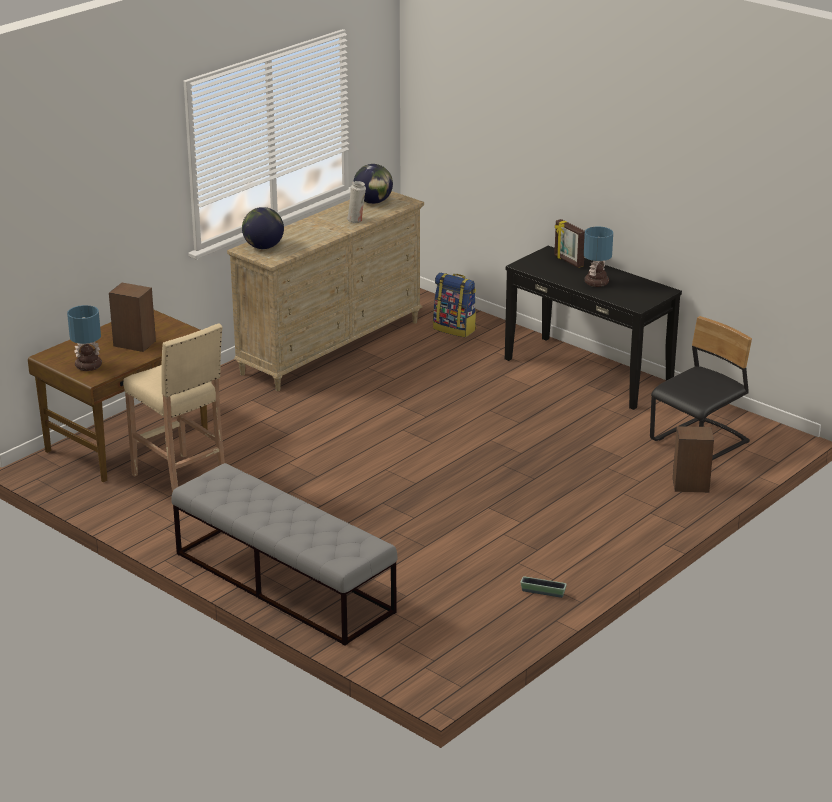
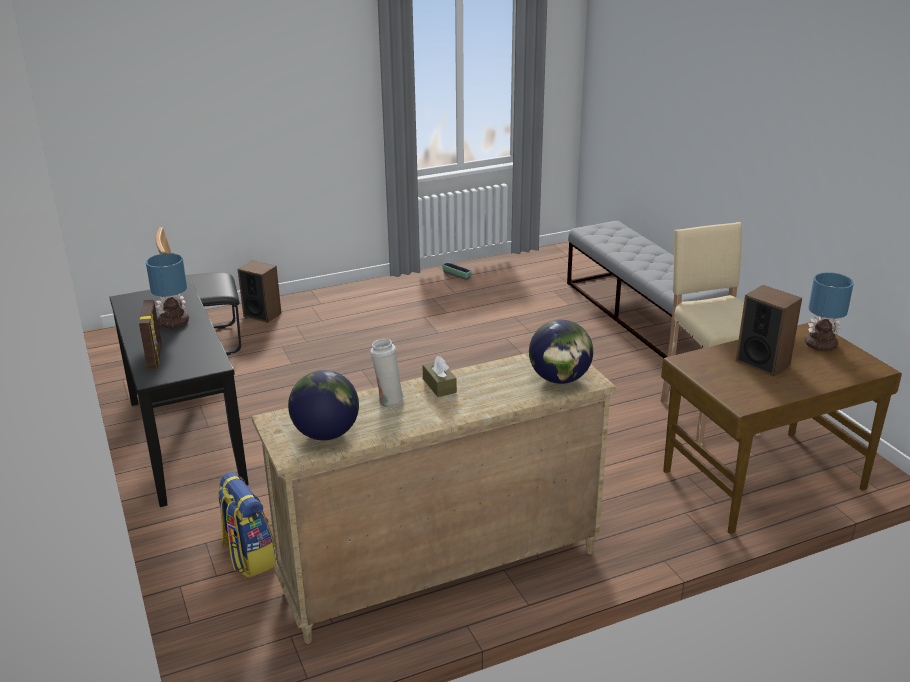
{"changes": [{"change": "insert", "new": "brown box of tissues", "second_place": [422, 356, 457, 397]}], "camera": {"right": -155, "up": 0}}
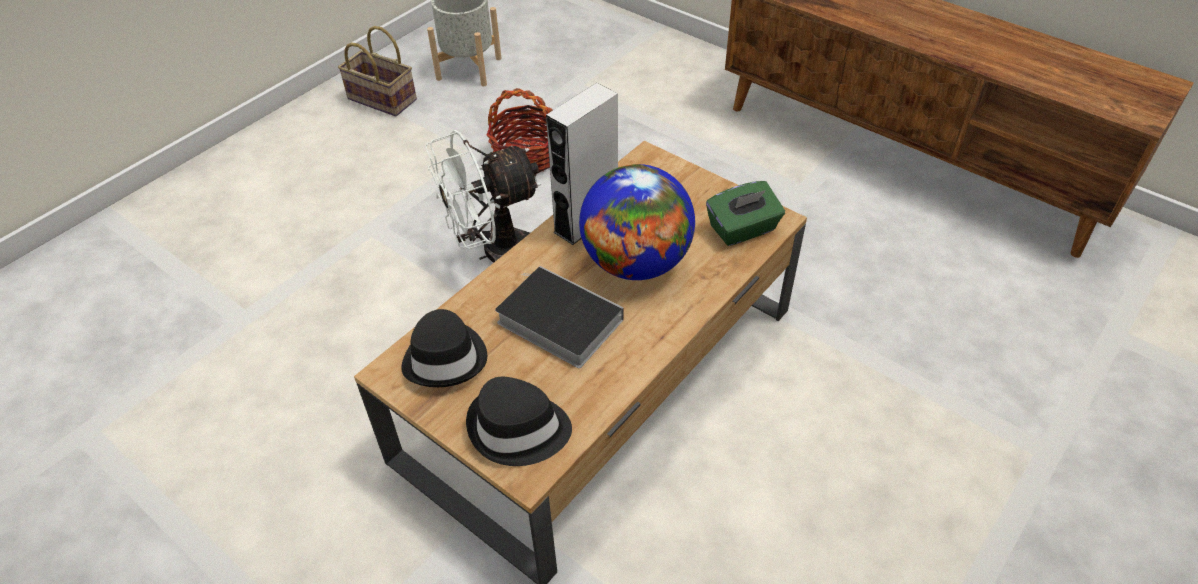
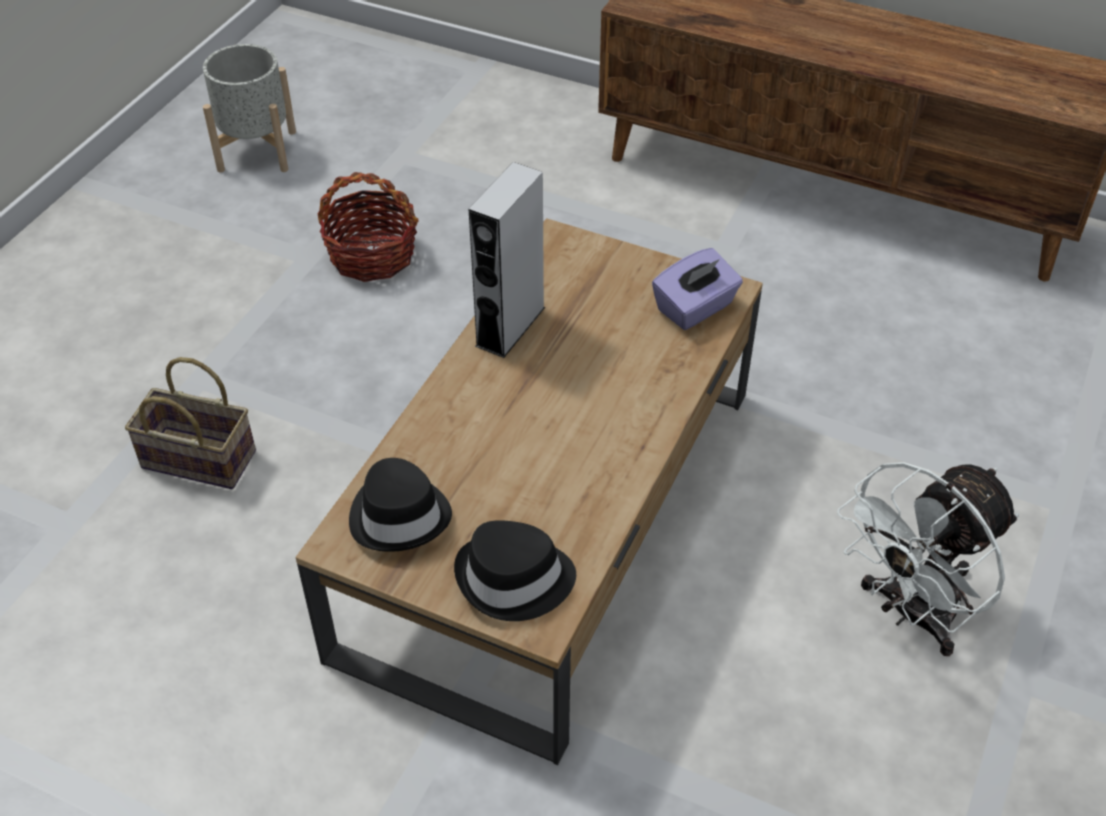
{"changes": [{"change": "move", "old": "basket", "first_place": [338, 26, 417, 117], "second_place": [125, 357, 256, 489]}, {"change": "recolor", "old": "greenish box of tissues", "new": "purple box of tissues", "first_place": [706, 181, 785, 246], "second_place": [652, 248, 743, 330]}, {"change": "move", "old": "white electric fan", "first_place": [425, 130, 542, 263], "second_place": [837, 462, 1019, 656]}, {"change": "delete", "old": "volume", "first_place": [495, 266, 624, 368]}, {"change": "delete", "old": "world globe", "first_place": [579, 164, 695, 280]}], "camera": {"right": -15, "up": 0}}
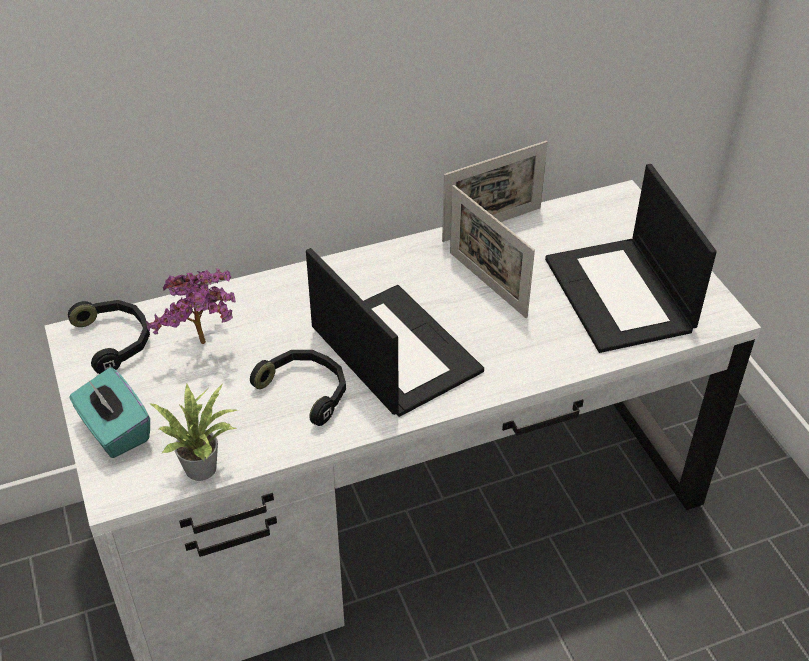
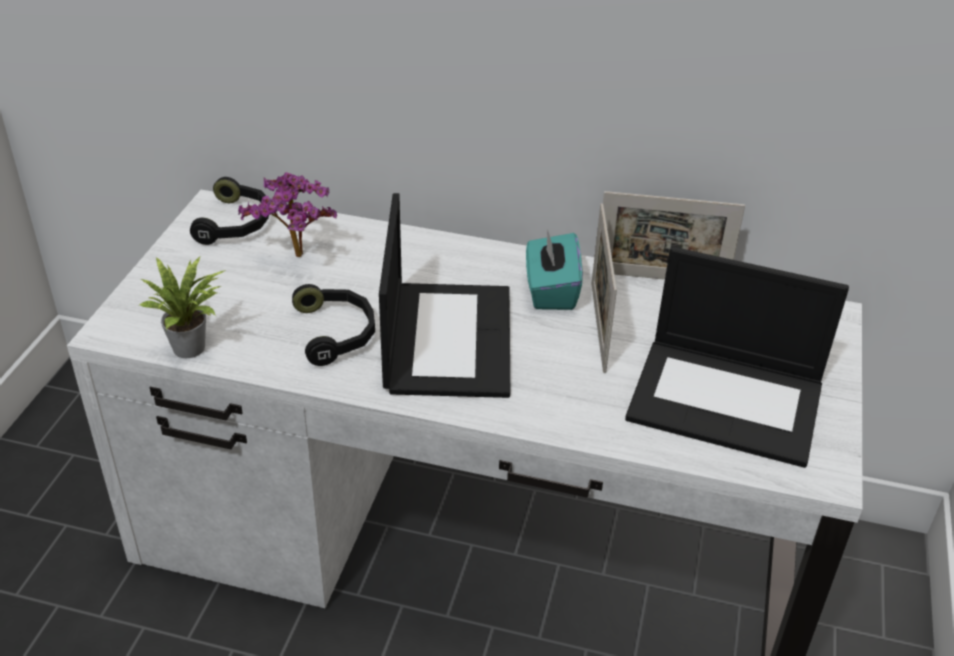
{"changes": [{"change": "move", "old": "turquoise-coloured box of tissues", "first_place": [69, 367, 150, 458], "second_place": [526, 229, 583, 310]}, {"change": "rotate", "old": "notebook computer", "first_place": [545, 164, 717, 353], "second_place": [625, 247, 849, 468], "degrees": -90}], "camera": {"right": 35, "up": -5}}
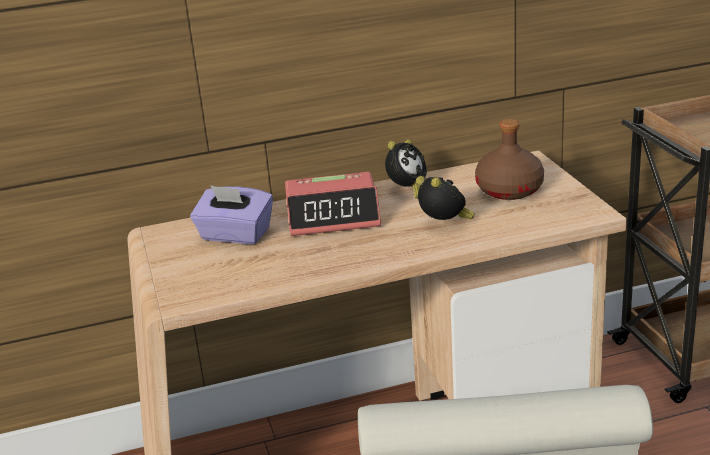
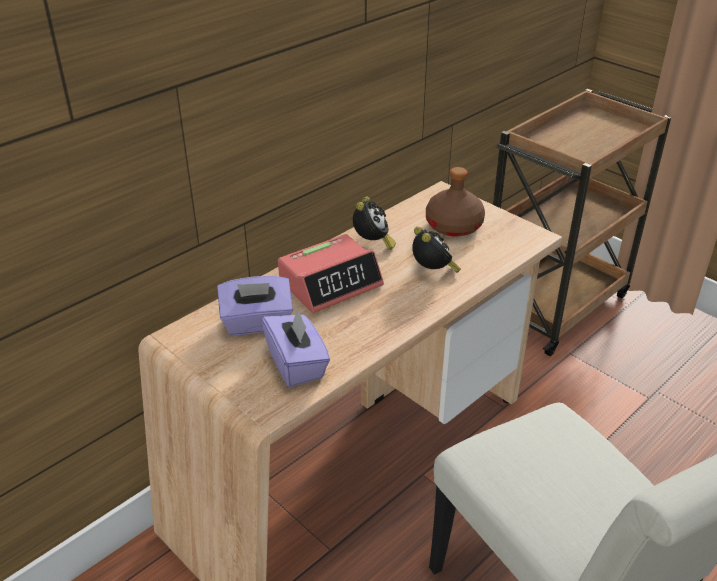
{"changes": [{"change": "insert", "new": "purple box of tissues", "second_place": [261, 308, 330, 387]}, {"change": "rotate", "old": "table clock", "first_place": [416, 176, 475, 220], "second_place": [412, 226, 461, 272], "degrees": 45}], "camera": {"right": -30, "up": 10}}
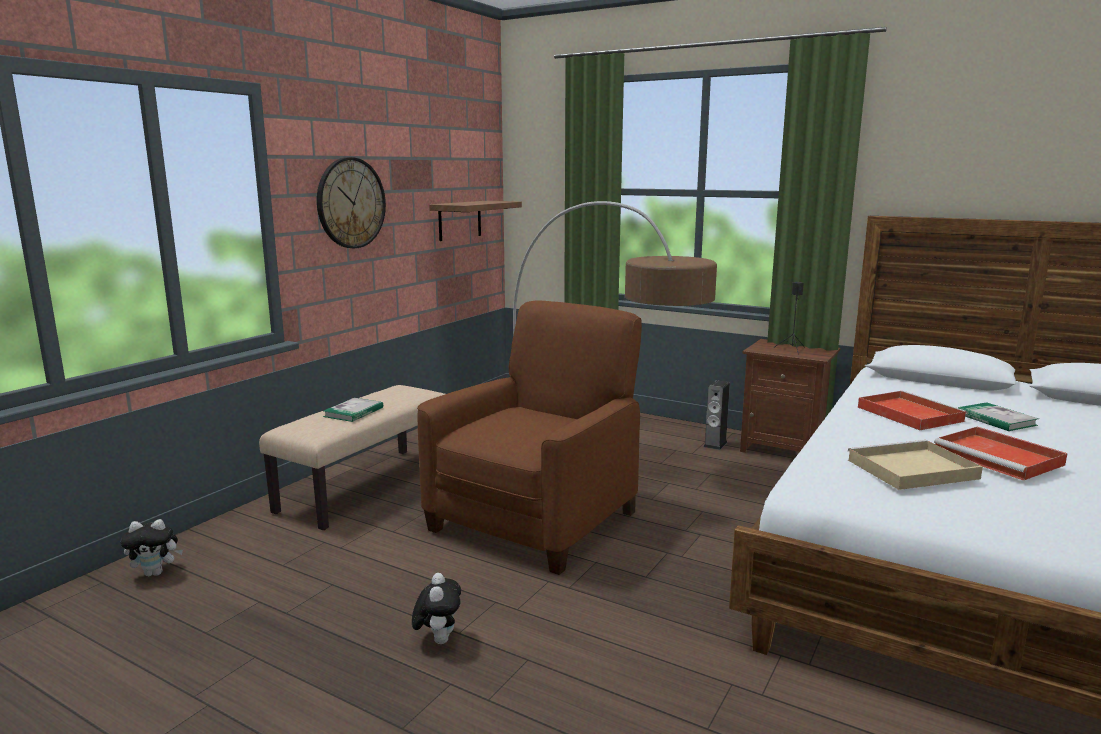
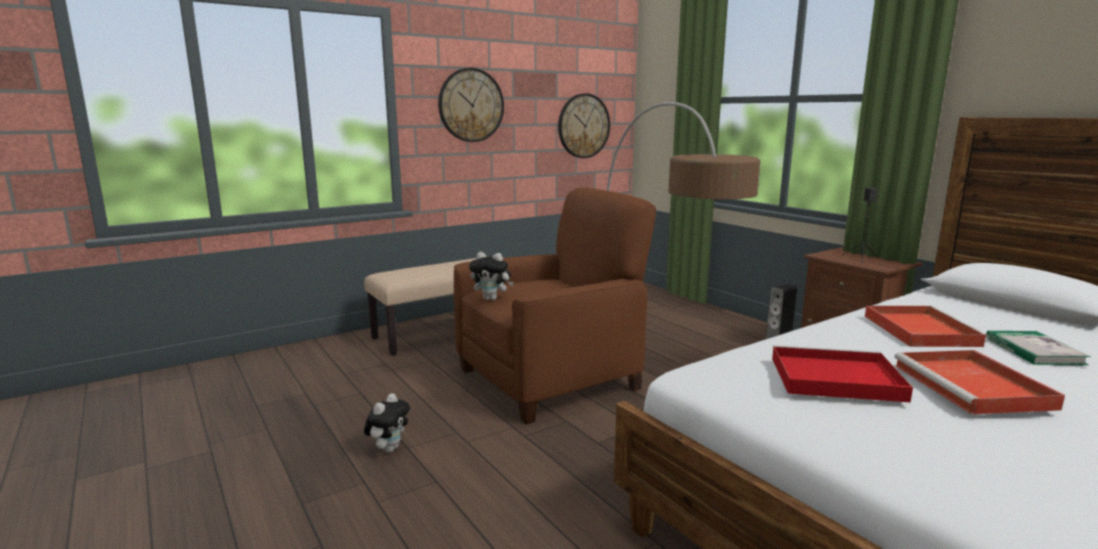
{"changes": [{"change": "move", "old": "cuddly toy", "first_place": [120, 519, 183, 576], "second_place": [469, 252, 514, 300]}, {"change": "replace", "old": "bracket shelf", "new": "clock on the wall", "first_place": [429, 201, 522, 241], "second_place": [558, 93, 610, 158]}, {"change": "recolor", "old": "beige-coloured serving tray", "new": "red-coloured serving tray", "first_place": [847, 440, 983, 490], "second_place": [772, 345, 913, 403]}, {"change": "delete", "old": "volume", "first_place": [323, 398, 383, 422]}], "camera": {"right": 25, "up": 0}}
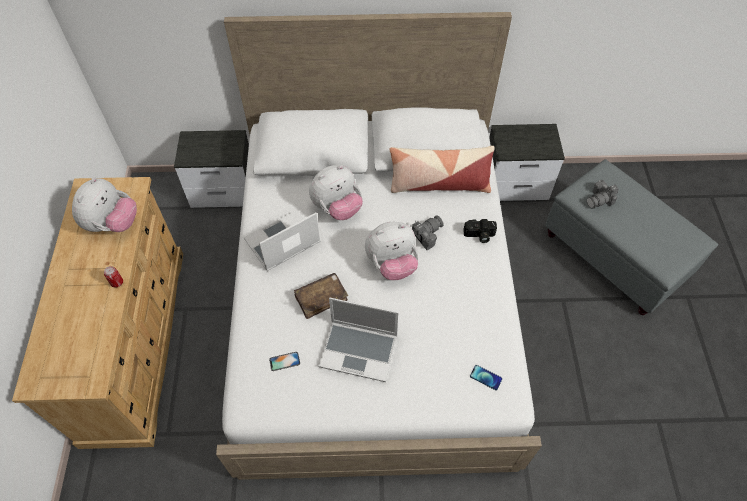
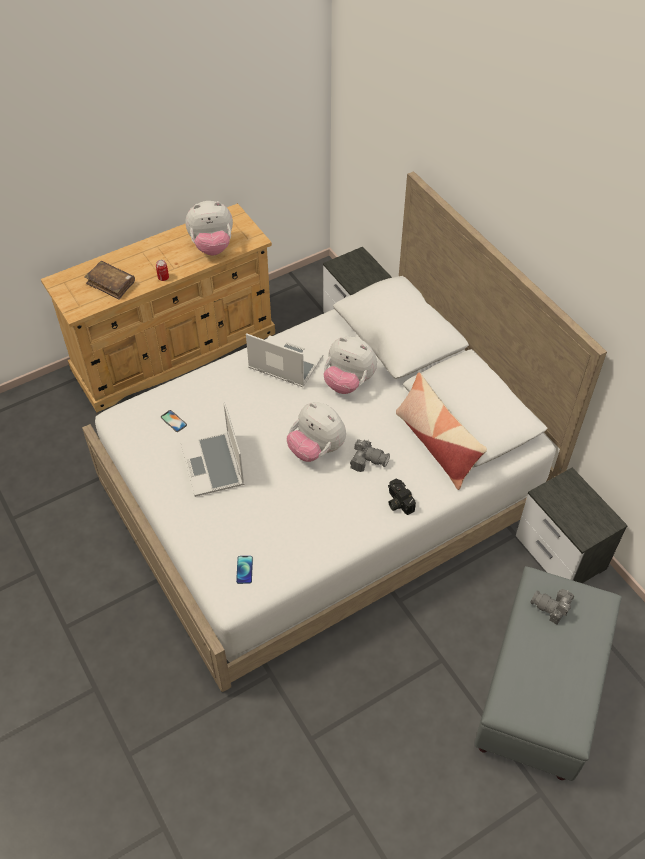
{"changes": [{"change": "move", "old": "brown volume", "first_place": [294, 273, 348, 319], "second_place": [84, 261, 135, 300]}], "camera": {"right": 60, "up": -5}}
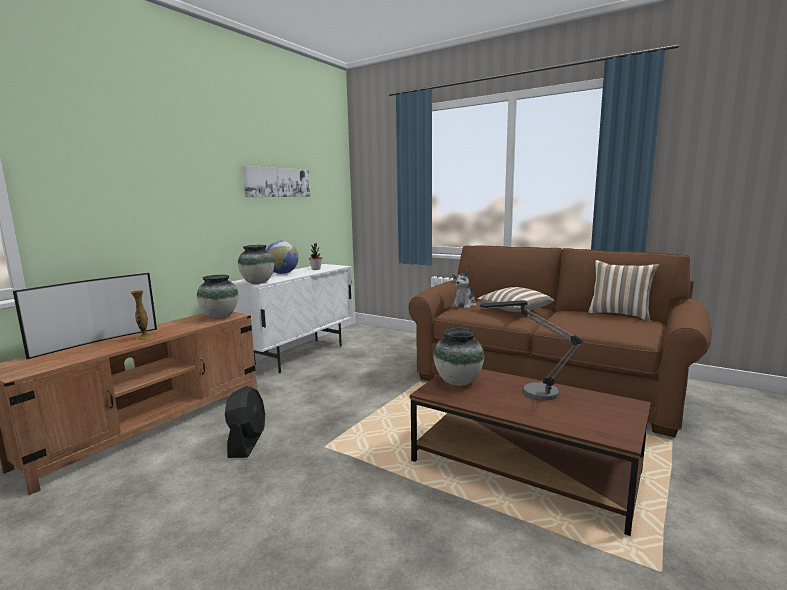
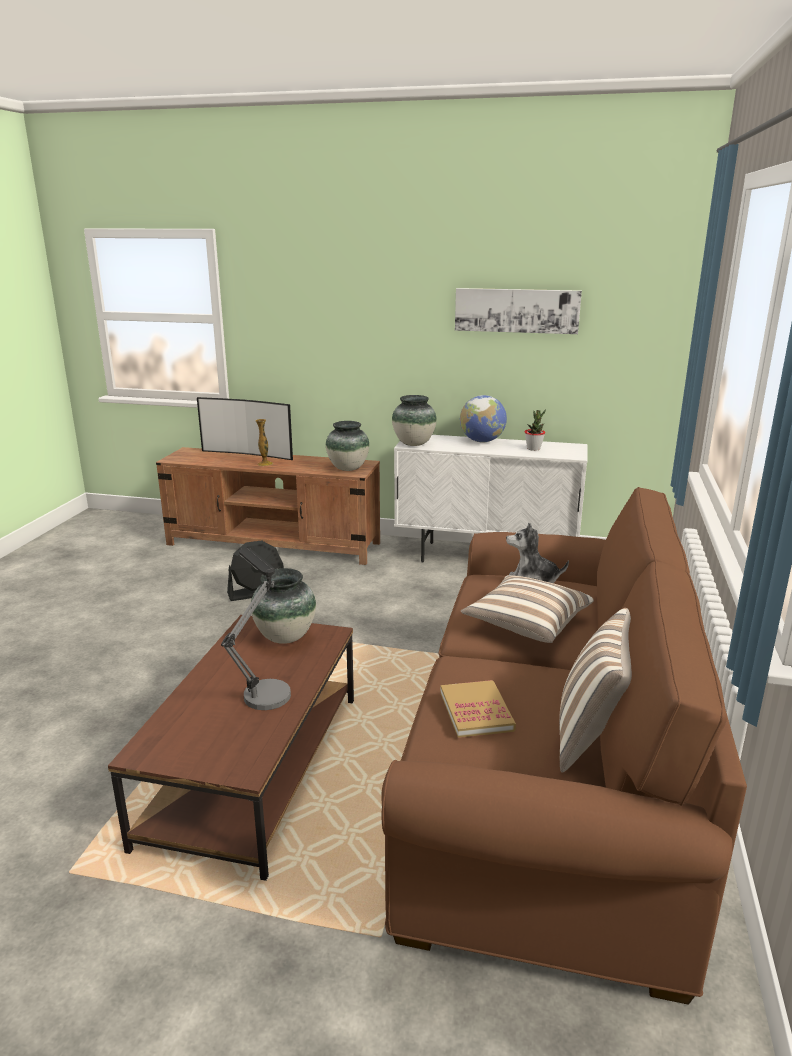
{"changes": [{"change": "insert", "new": "volume", "second_place": [440, 680, 516, 738]}], "camera": {"right": 70, "up": 10}}
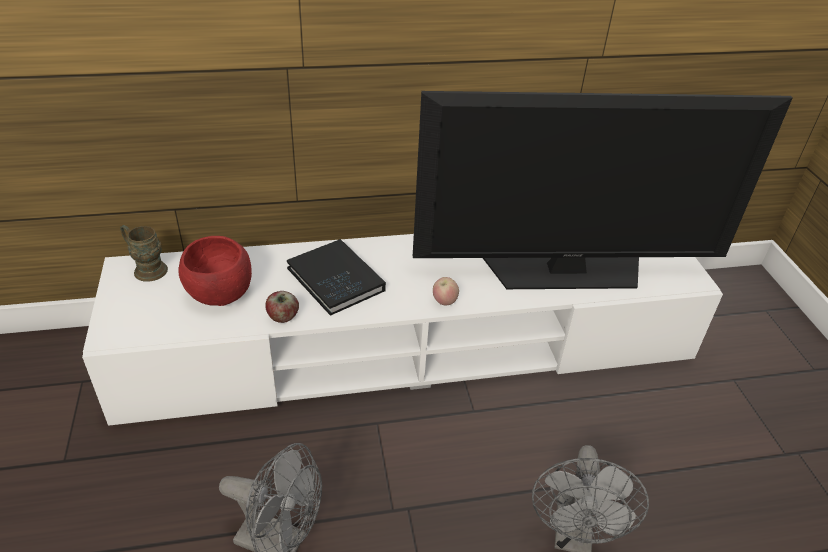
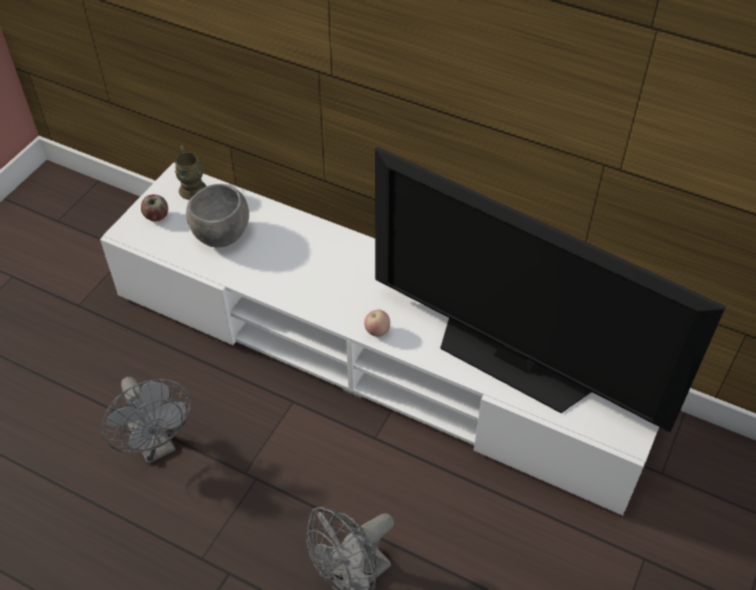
{"changes": [{"change": "move", "old": "apple", "first_place": [265, 291, 299, 323], "second_place": [141, 195, 168, 221]}, {"change": "recolor", "old": "red-coloured bowl", "new": "gray bowl", "first_place": [178, 236, 252, 306], "second_place": [186, 184, 249, 247]}, {"change": "delete", "old": "black volume", "first_place": [287, 239, 386, 316]}], "camera": {"right": 40, "up": 10}}
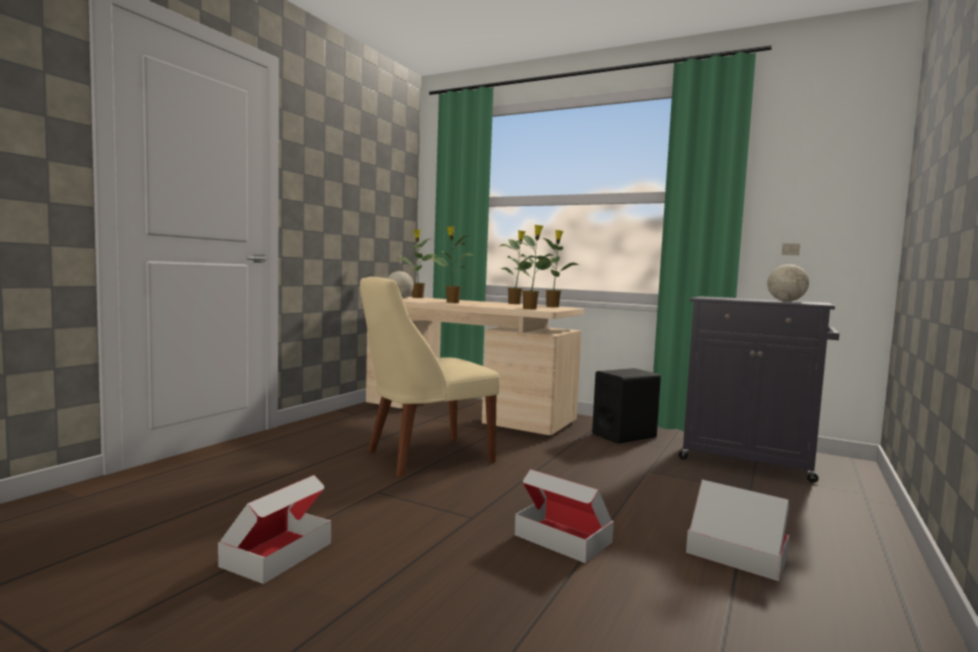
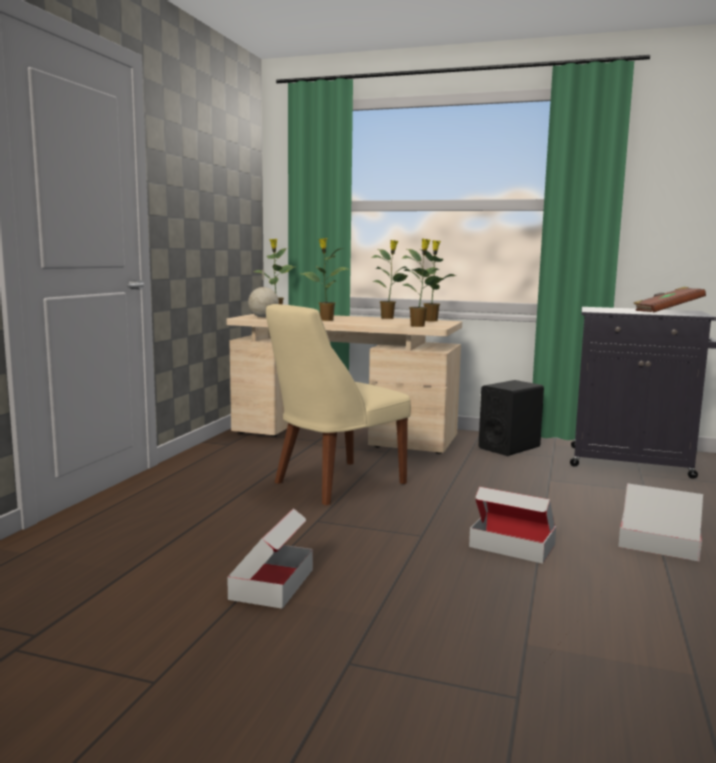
{"changes": [{"change": "replace", "old": "world globe", "new": "brown volume", "first_place": [767, 243, 809, 301], "second_place": [634, 287, 706, 312]}], "camera": {"right": -10, "up": 5}}
